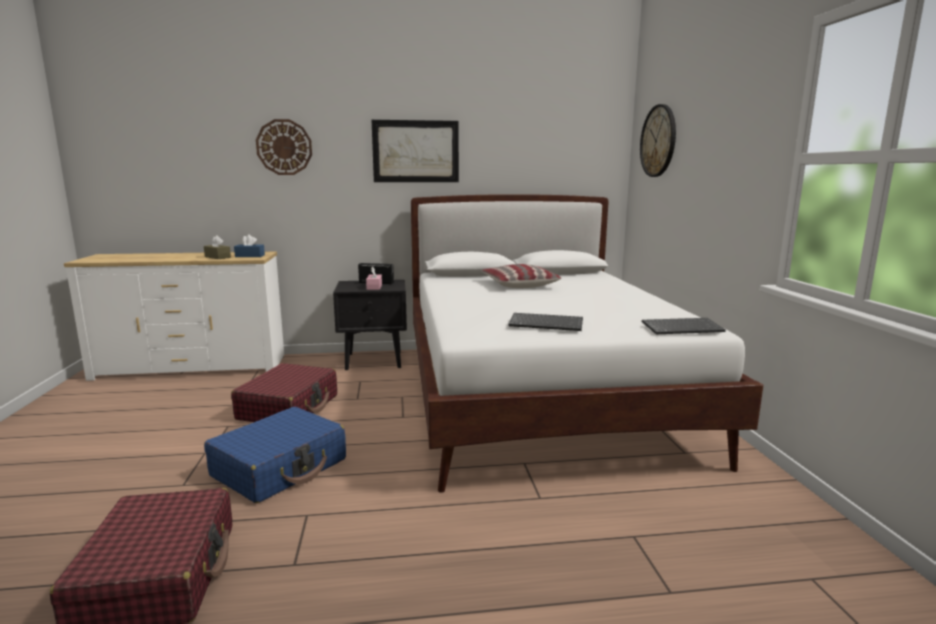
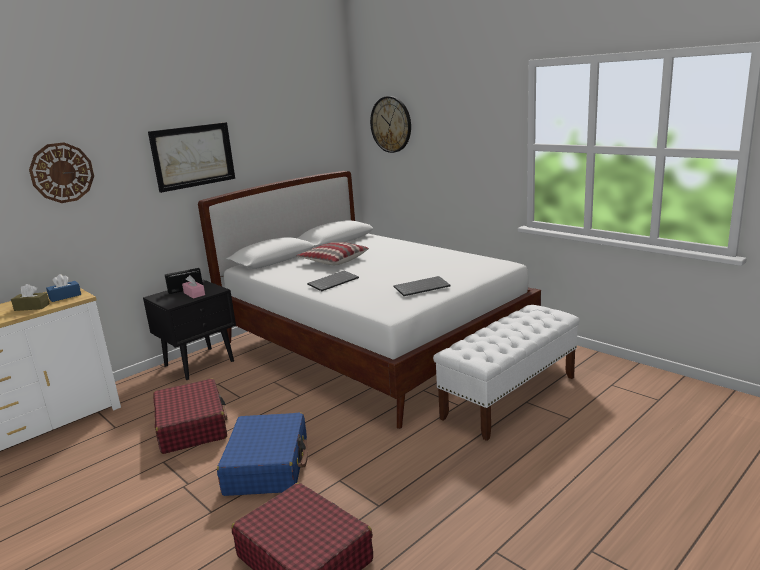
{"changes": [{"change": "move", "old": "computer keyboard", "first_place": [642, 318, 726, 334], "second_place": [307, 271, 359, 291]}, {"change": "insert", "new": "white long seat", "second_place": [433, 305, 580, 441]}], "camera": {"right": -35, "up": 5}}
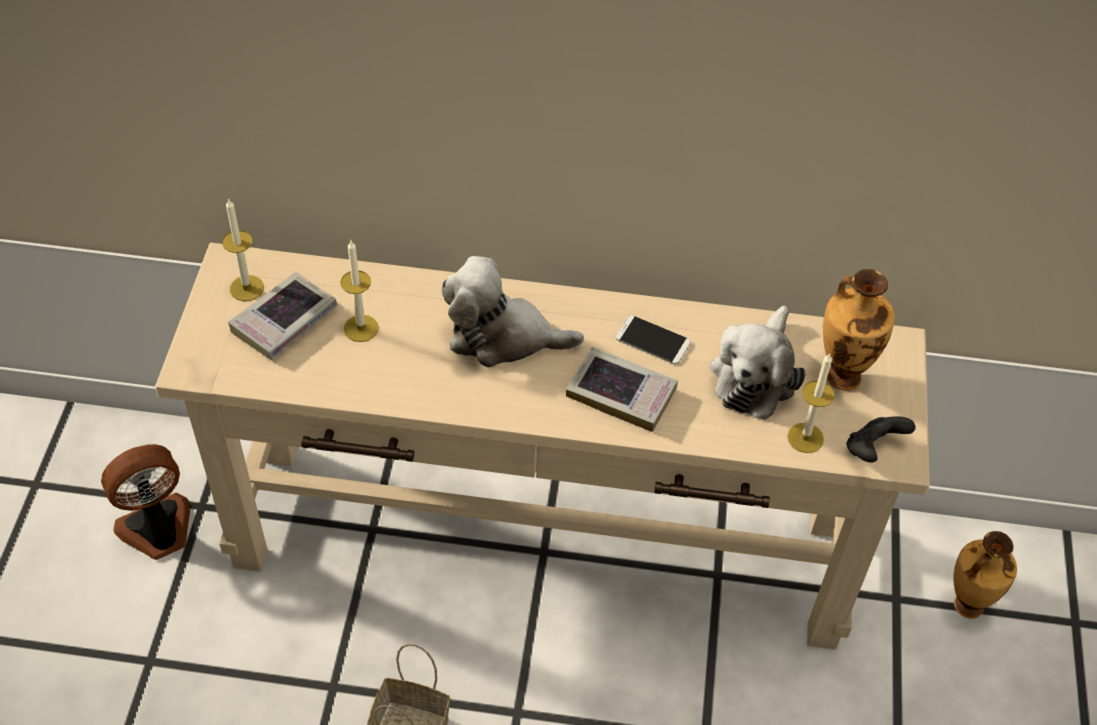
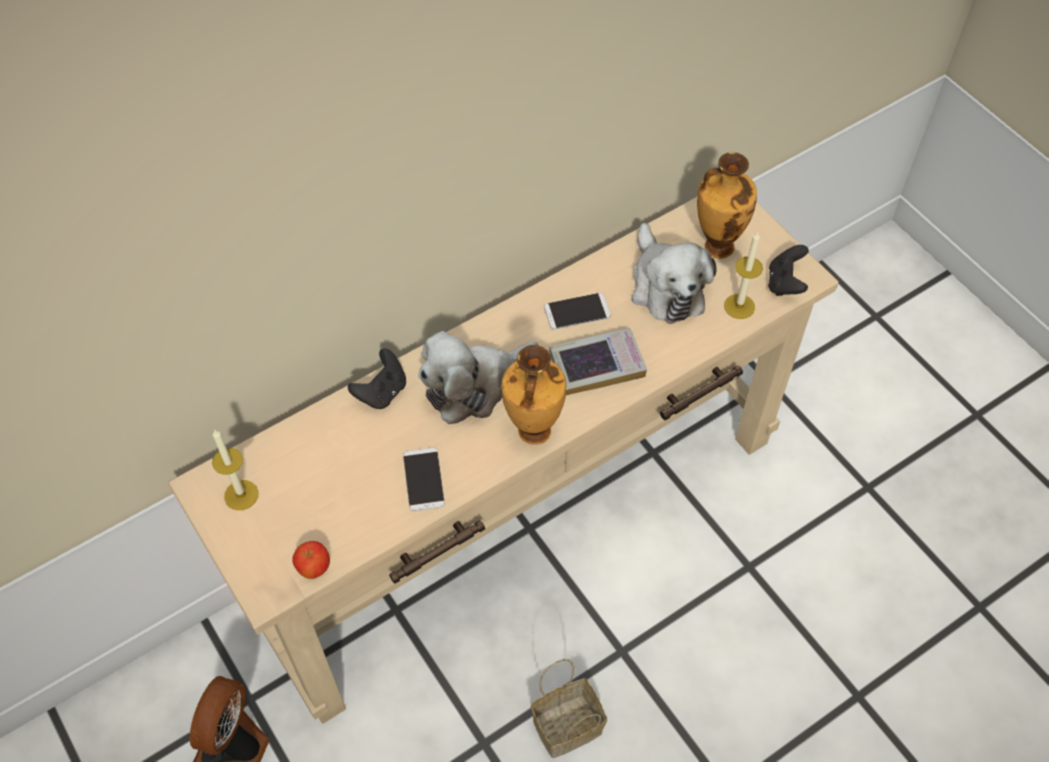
{"changes": [{"change": "insert", "new": "apple", "second_place": [292, 541, 330, 579]}, {"change": "insert", "new": "black gamepad", "second_place": [348, 349, 406, 409]}, {"change": "insert", "new": "telephone", "second_place": [403, 448, 445, 511]}, {"change": "move", "old": "vase", "first_place": [953, 531, 1017, 619], "second_place": [501, 345, 566, 444]}, {"change": "delete", "old": "volume", "first_place": [228, 272, 337, 359]}, {"change": "delete", "old": "candle", "first_place": [340, 241, 379, 342]}], "camera": {"right": -40, "up": 5}}
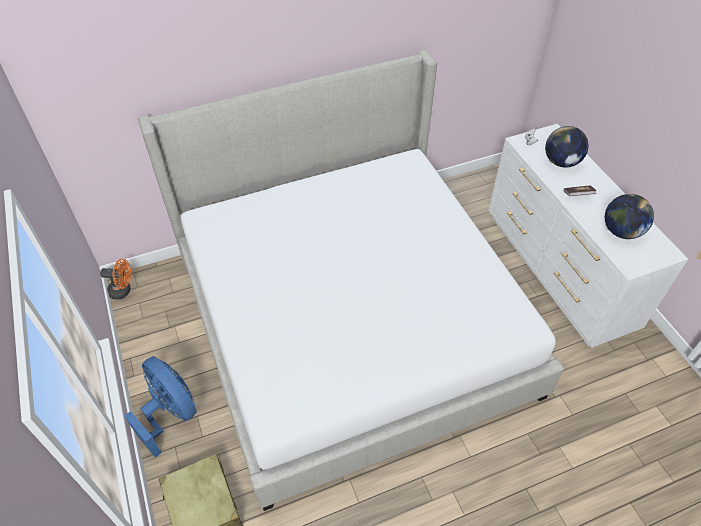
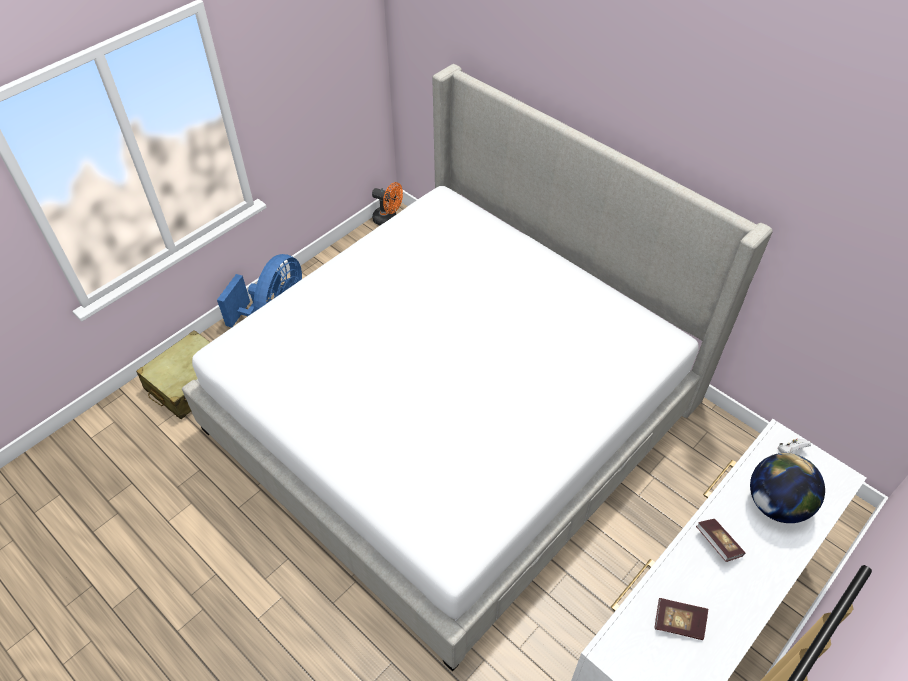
{"changes": [{"change": "rotate", "old": "orange electric fan", "first_place": [100, 259, 131, 300], "second_place": [372, 182, 403, 225], "degrees": -45}, {"change": "replace", "old": "world globe", "new": "volume", "first_place": [605, 194, 654, 239], "second_place": [655, 598, 708, 640]}], "camera": {"right": 65, "up": 0}}
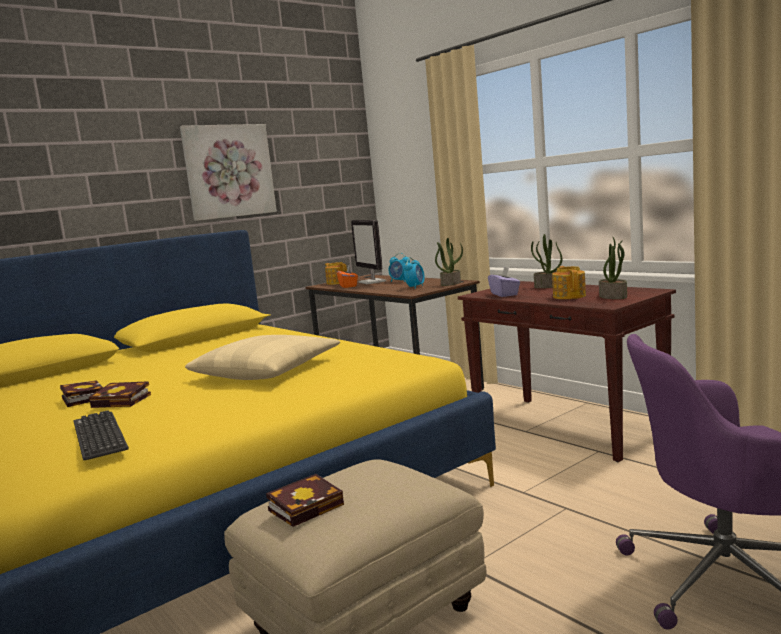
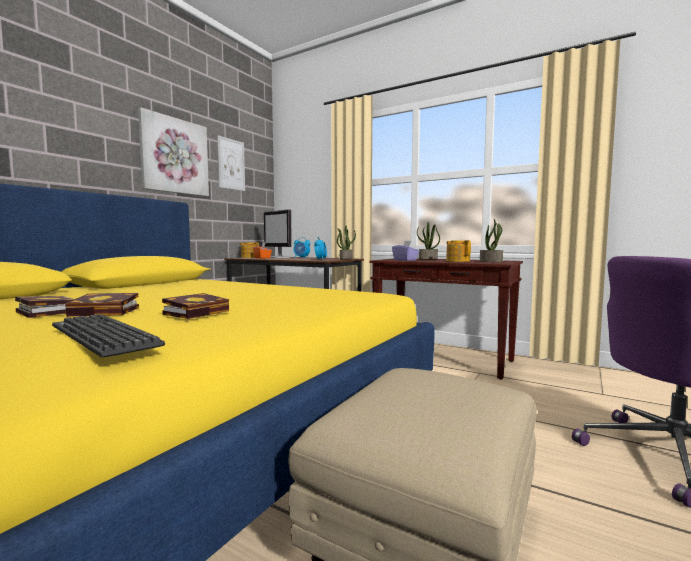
{"changes": [{"change": "move", "old": "volume", "first_place": [266, 474, 344, 527], "second_place": [162, 293, 229, 319]}, {"change": "insert", "new": "picture", "second_place": [217, 135, 245, 191]}, {"change": "delete", "old": "beige-coloured cushion", "first_place": [185, 335, 340, 380]}], "camera": {"right": -20, "up": -5}}
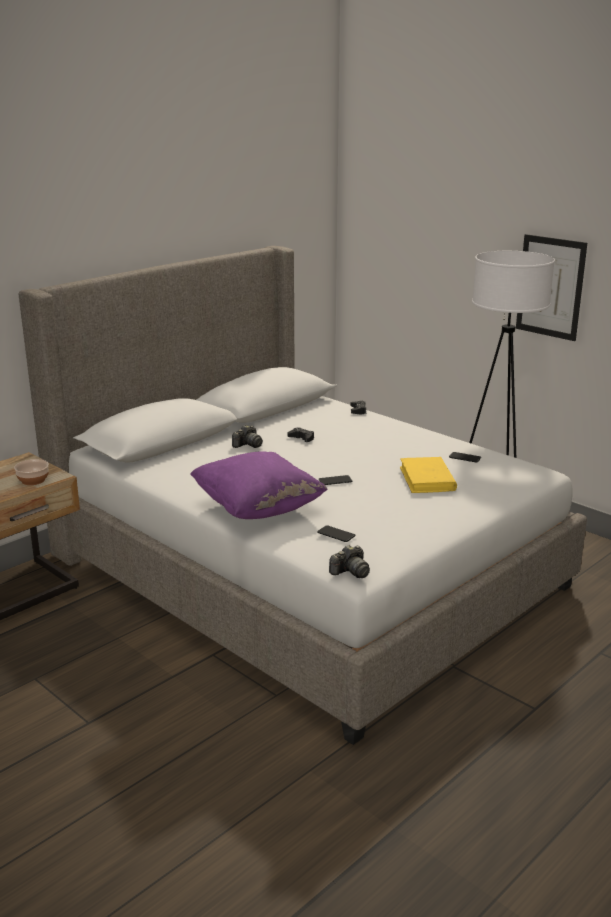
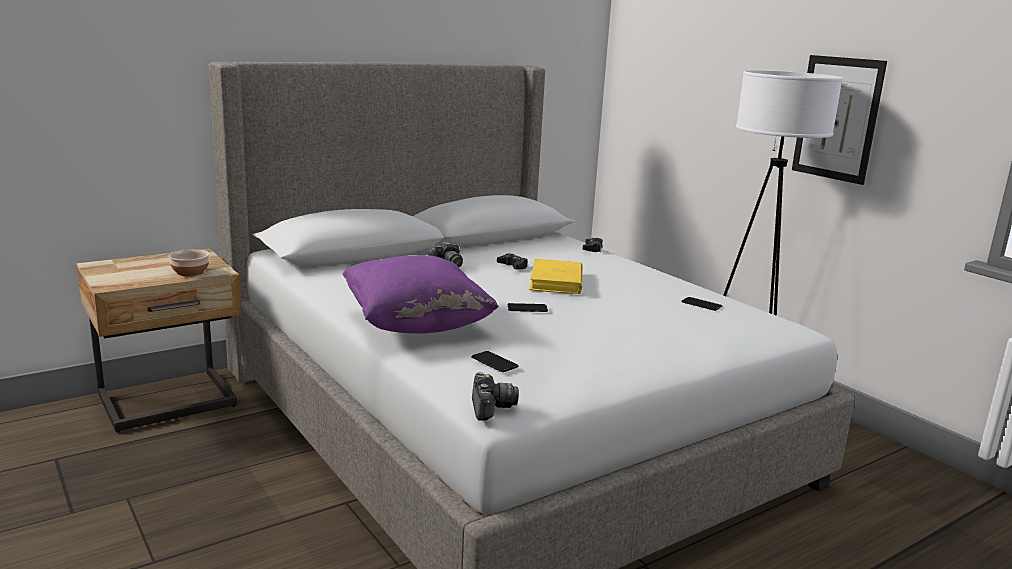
{"changes": [{"change": "rotate", "old": "still camera", "first_place": [329, 545, 370, 578], "second_place": [472, 372, 519, 421], "degrees": -75}, {"change": "move", "old": "yellowish volume", "first_place": [400, 457, 457, 493], "second_place": [529, 259, 583, 294]}], "camera": {"right": 10, "up": -5}}
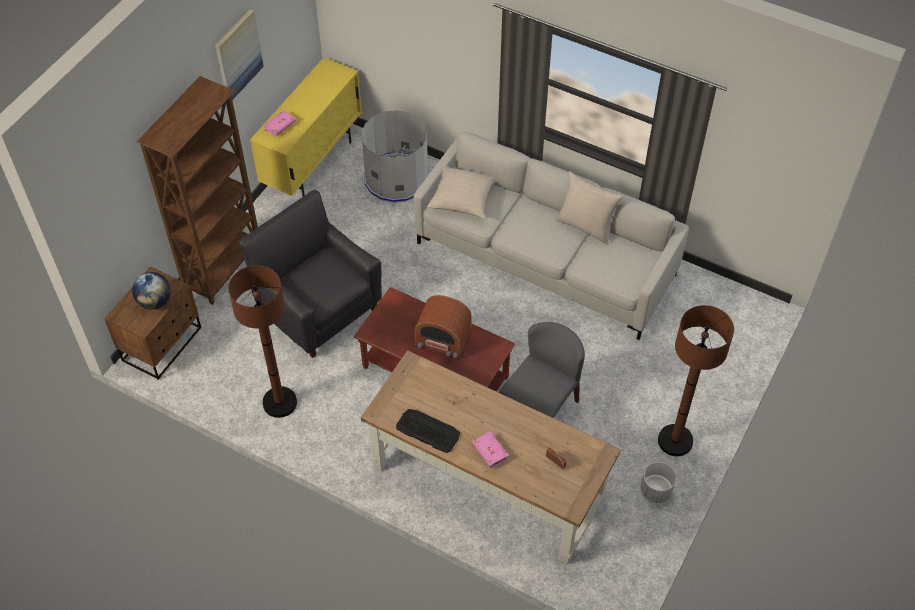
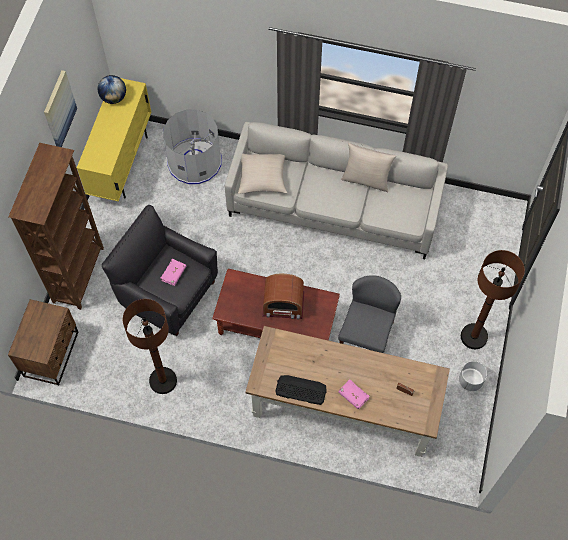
{"changes": [{"change": "move", "old": "world globe", "first_place": [132, 272, 171, 309], "second_place": [98, 75, 126, 104]}, {"change": "move", "old": "pinkish volume", "first_place": [263, 110, 296, 136], "second_place": [160, 259, 186, 286]}], "camera": {"right": -15, "up": 10}}
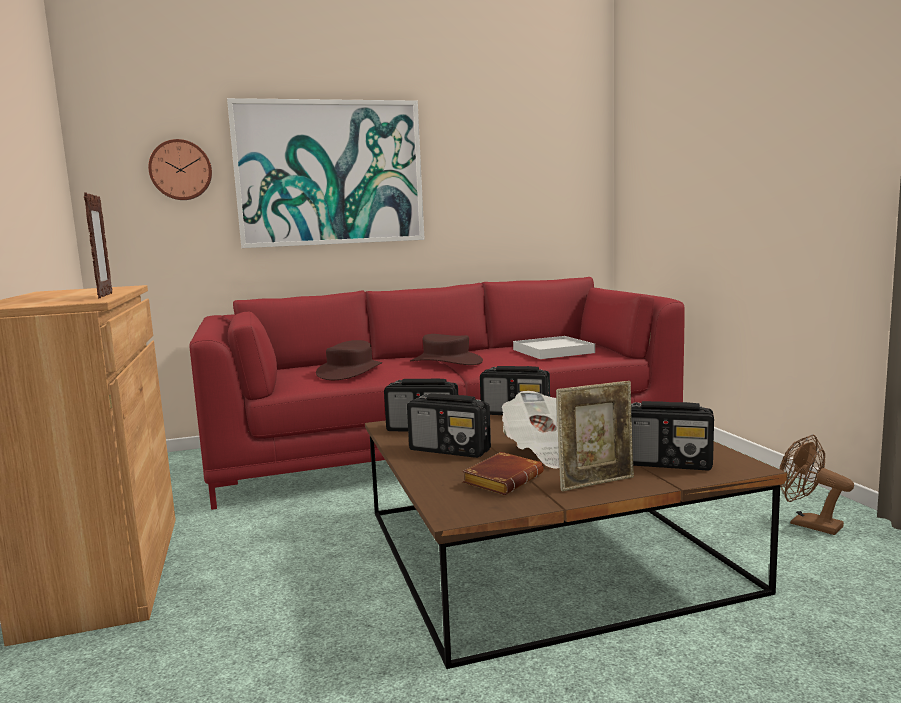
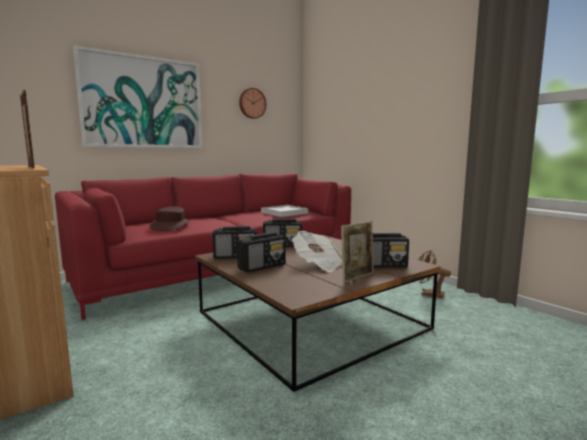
{"changes": [{"change": "rotate", "old": "radio receiver", "first_place": [407, 393, 491, 458], "second_place": [237, 232, 285, 273], "degrees": -45}, {"change": "move", "old": "clock on the wall", "first_place": [148, 139, 212, 200], "second_place": [239, 88, 267, 119]}, {"change": "delete", "old": "brown clothing hat", "first_place": [410, 334, 483, 365]}, {"change": "delete", "old": "brown volume", "first_place": [463, 452, 544, 495]}], "camera": {"right": -20, "up": 0}}
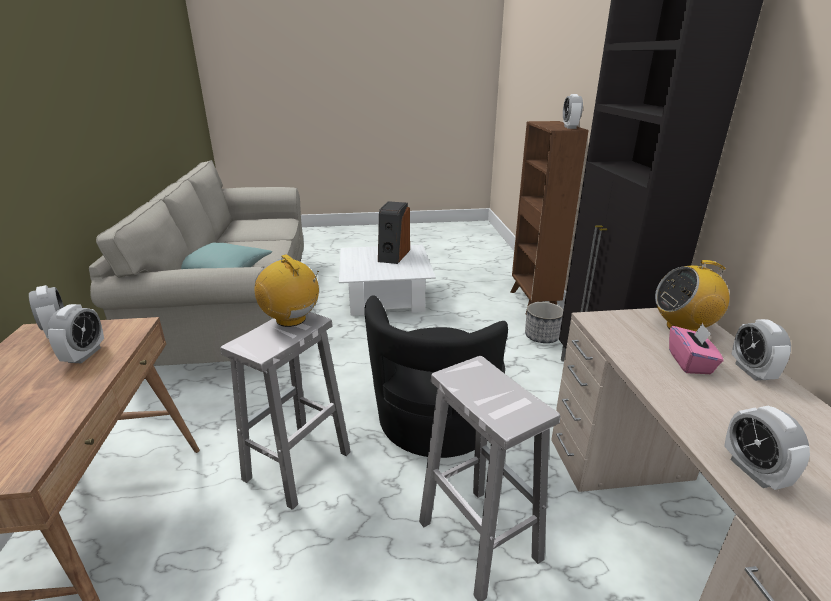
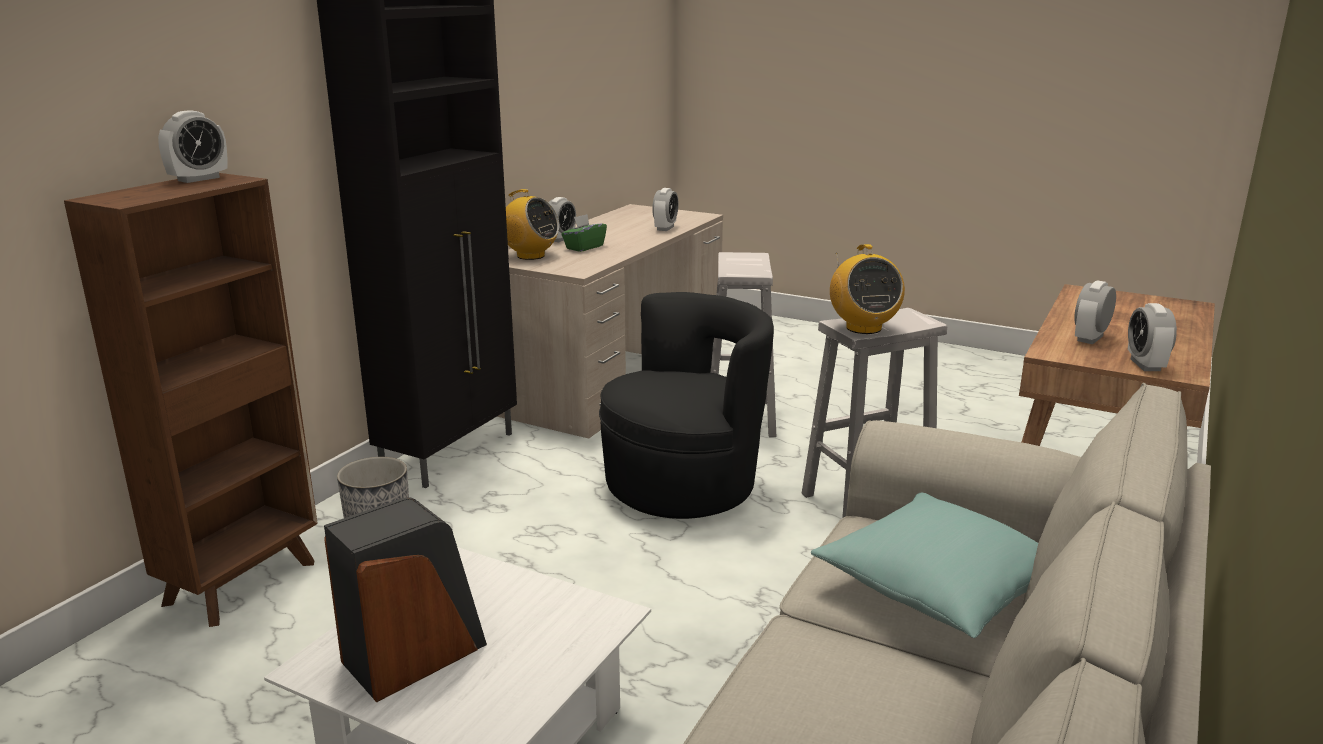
{"changes": [{"change": "recolor", "old": "pinkish box of tissues", "new": "greenish box of tissues", "first_place": [669, 323, 724, 374], "second_place": [561, 214, 607, 252]}], "camera": {"right": -145, "up": -5}}
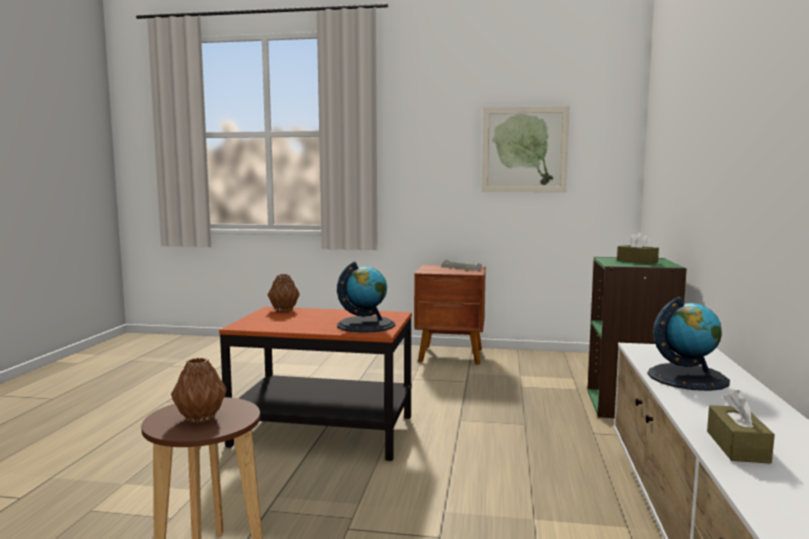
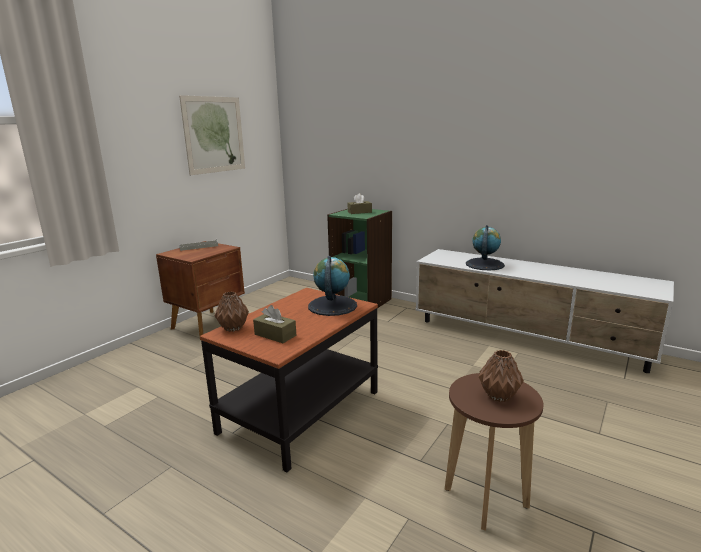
{"changes": [{"change": "move", "old": "brown box of tissues", "first_place": [707, 390, 775, 464], "second_place": [253, 305, 297, 343]}], "camera": {"right": -65, "up": 10}}
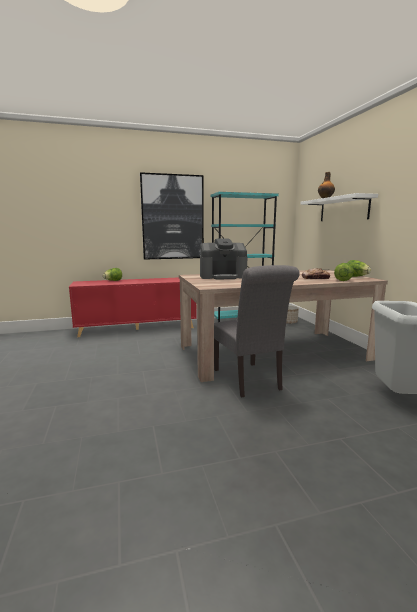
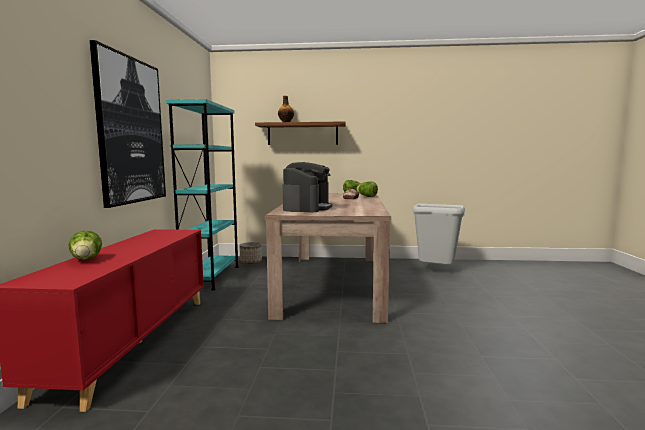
{"changes": [{"change": "recolor", "old": "white bracket shelf", "new": "brown bracket shelf", "first_place": [300, 193, 378, 221], "second_place": [255, 121, 346, 145]}, {"change": "delete", "old": "gray upright chair", "first_place": [214, 265, 300, 398]}], "camera": {"right": -70, "up": -5}}
